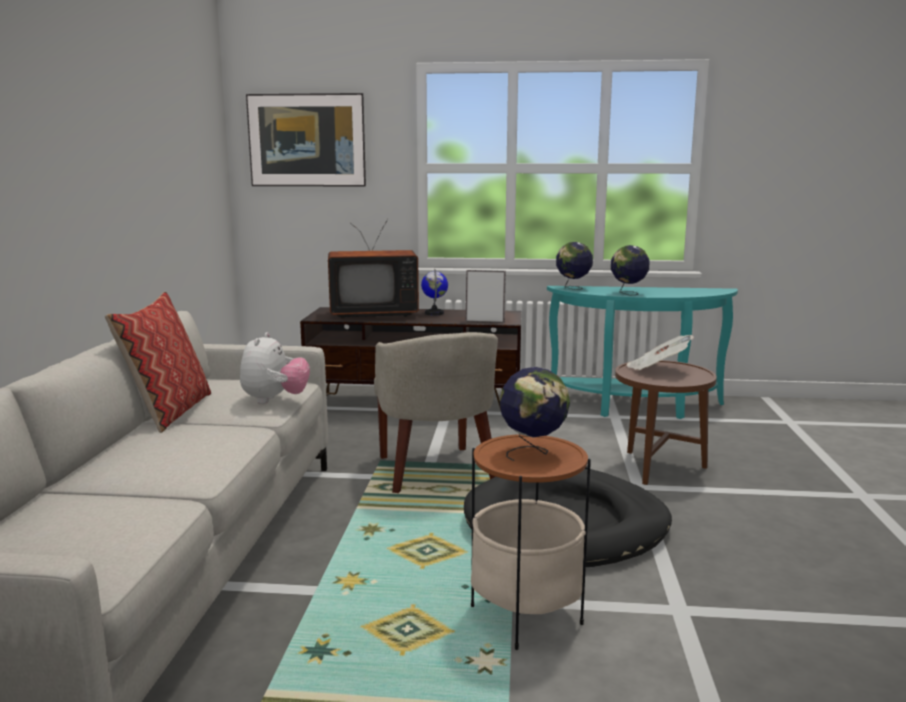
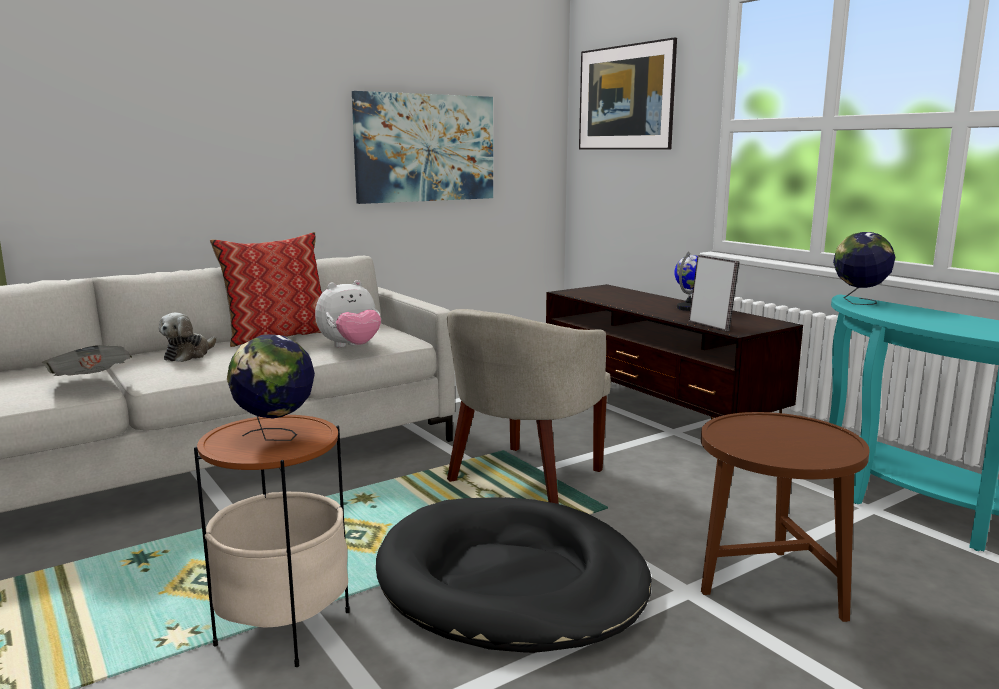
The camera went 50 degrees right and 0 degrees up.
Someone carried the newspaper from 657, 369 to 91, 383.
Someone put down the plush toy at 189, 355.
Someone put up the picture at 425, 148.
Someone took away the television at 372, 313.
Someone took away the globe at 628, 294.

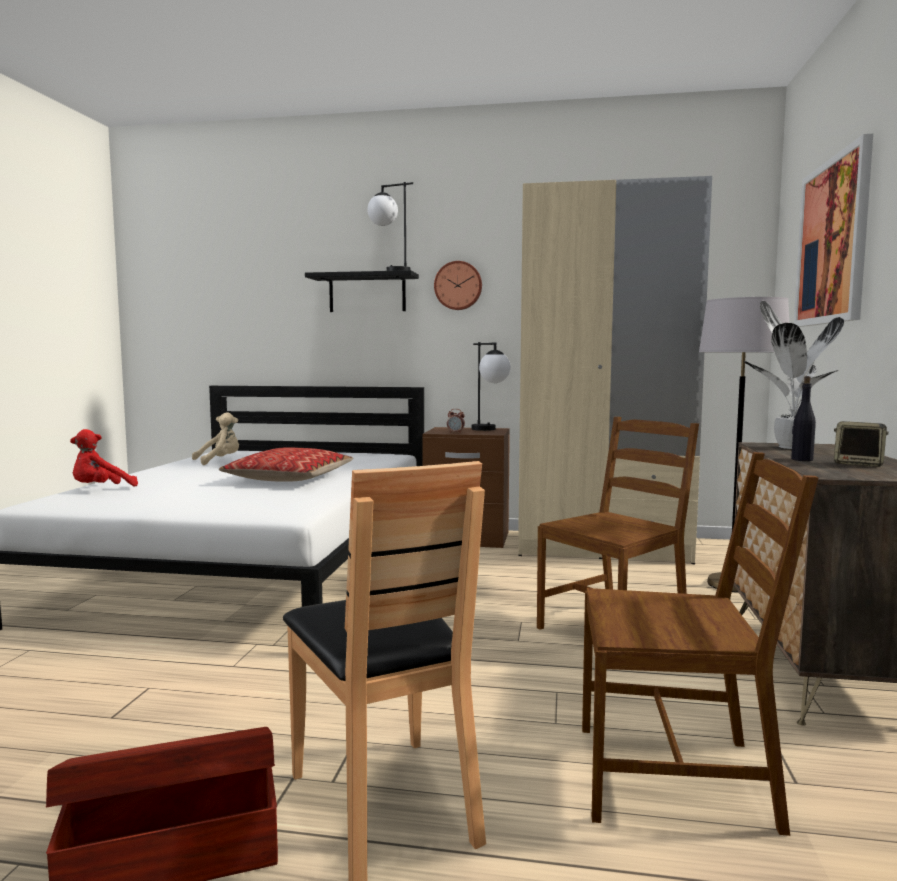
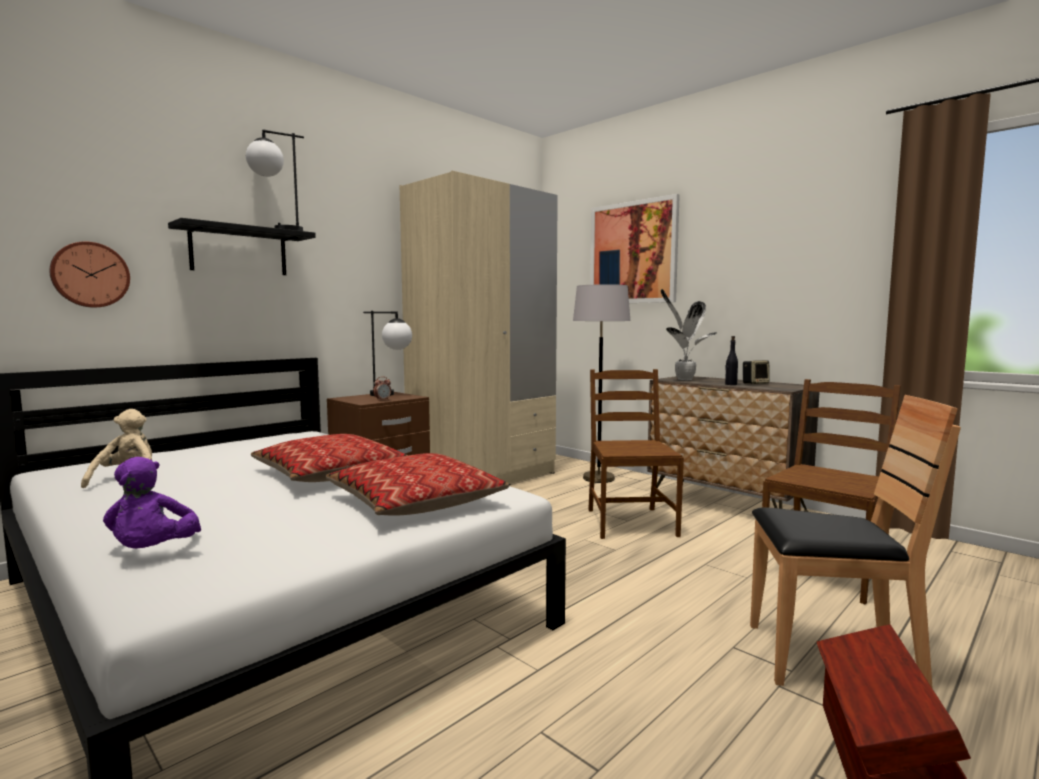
The camera went 55 degrees left and 0 degrees up.
Someone carried the wall clock from 458, 285 to 90, 275.
Someone repainted the red plush toy at 100, 490, which became the purple plush toy at 153, 553.
Someone put down the pillow at 416, 501.

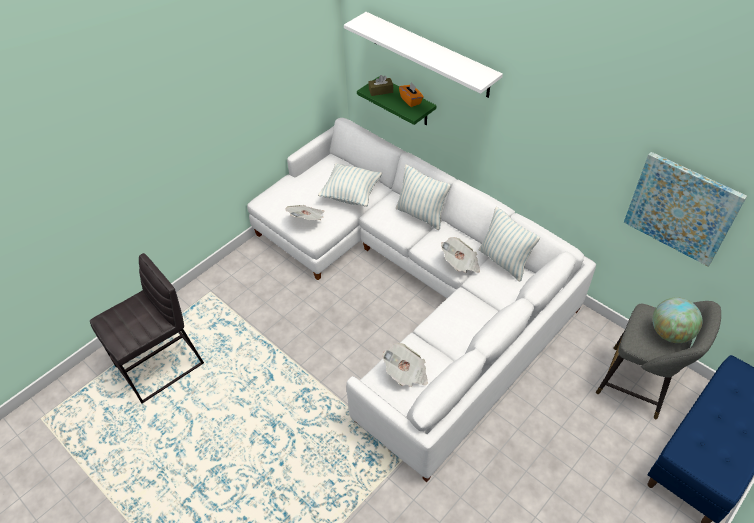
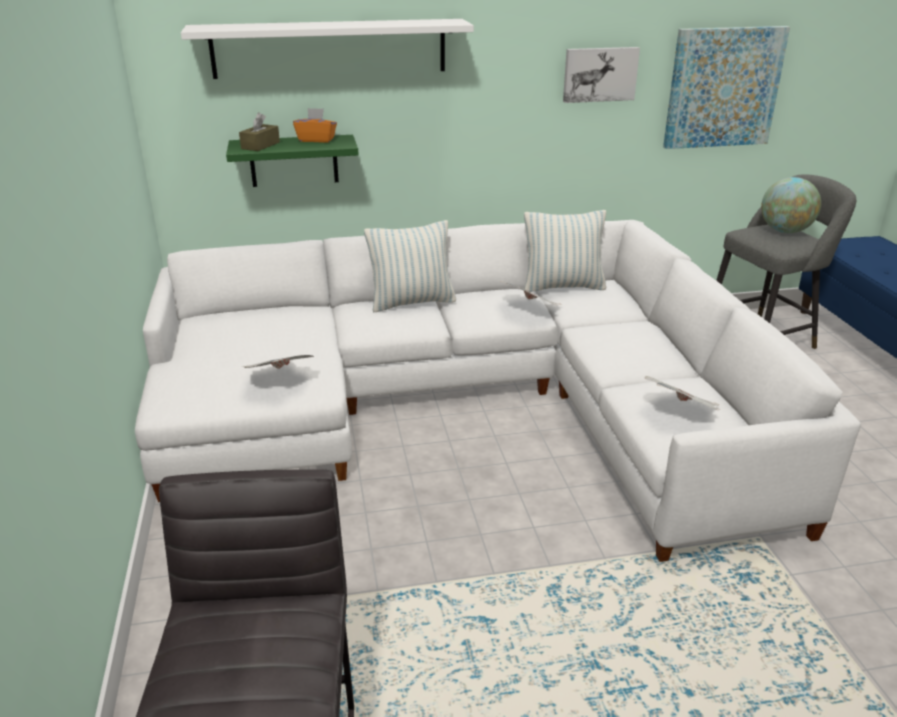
The camera went 55 degrees left and 20 degrees down.
Someone put up the picture at 599, 74.
Someone took away the pillow at 351, 194.

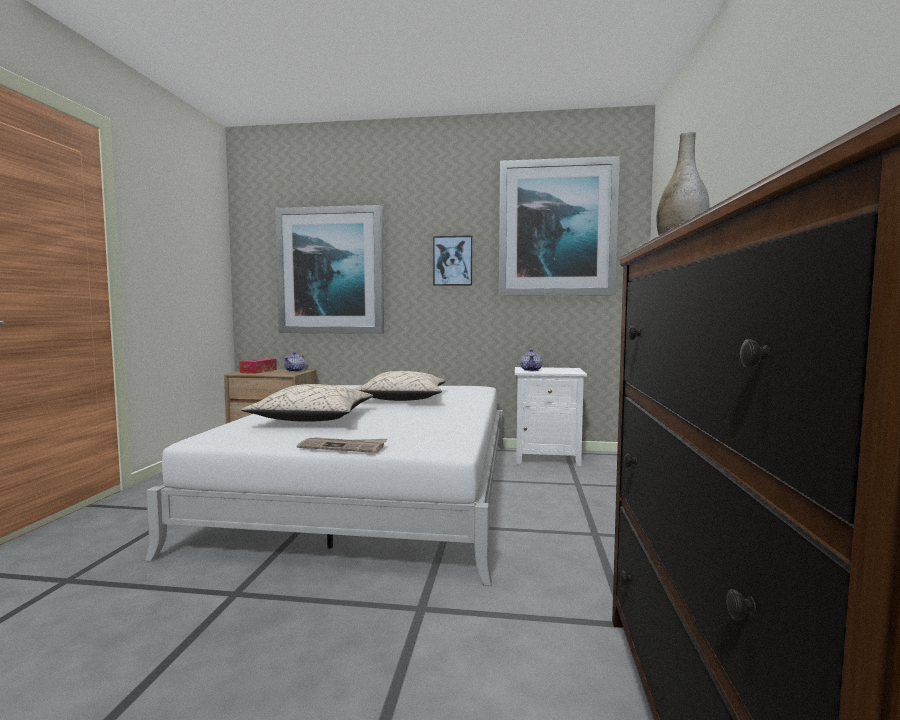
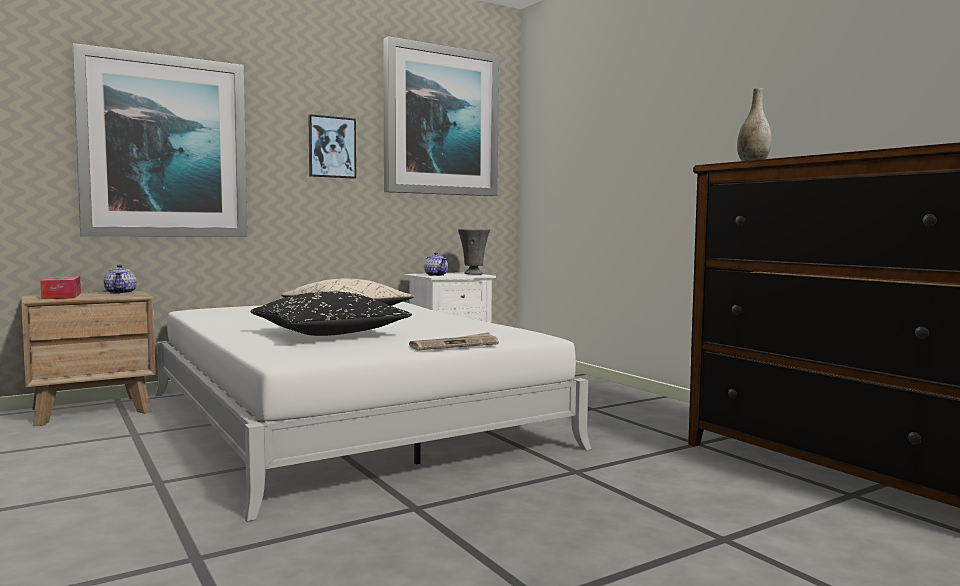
The camera went 40 degrees left and 0 degrees up.
Someone repainted the beige pillow at 313, 419, which became the black pillow at 329, 333.
Someone put down the grey vase at 473, 274.

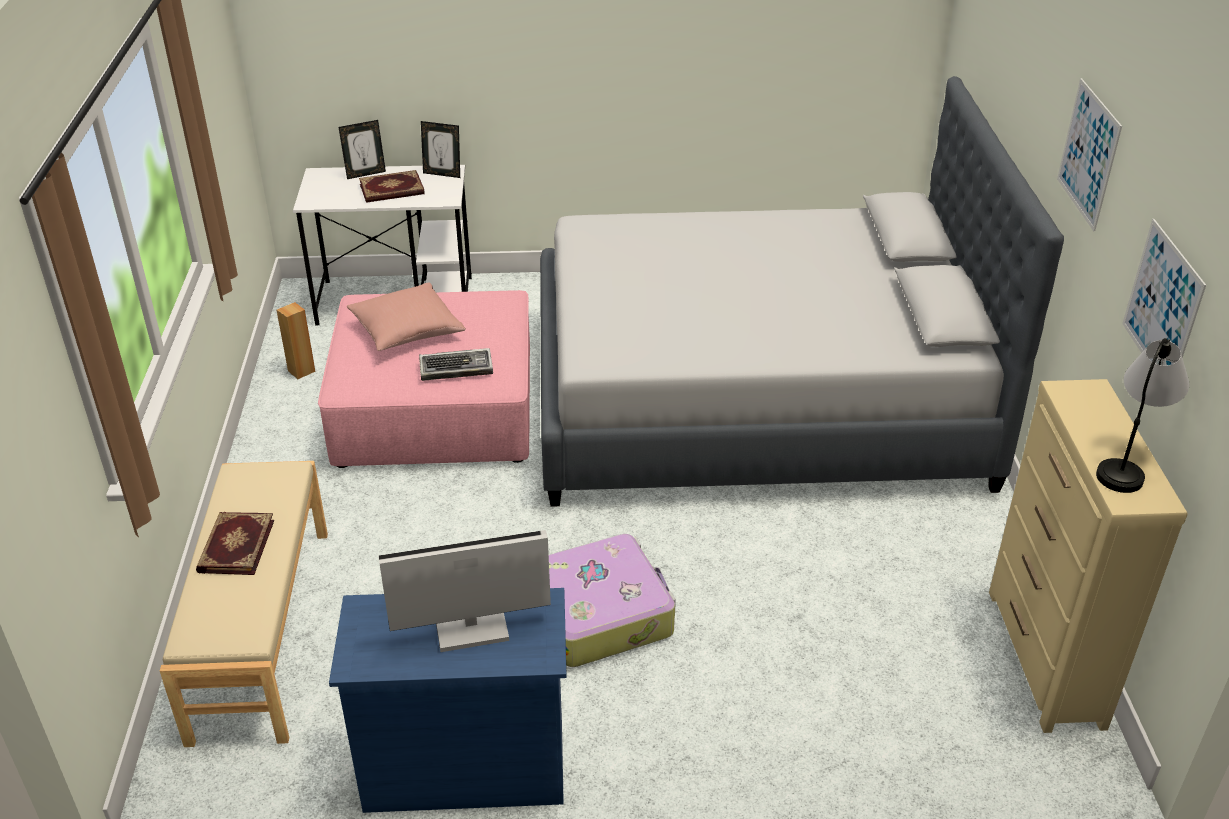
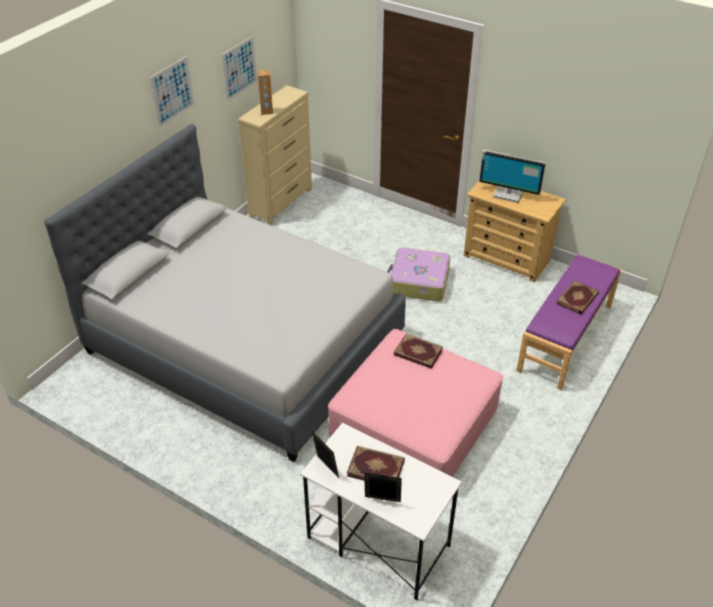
The camera went 145 degrees left and 5 degrees up.
Someone carried the brown speaker from 301, 371 to 267, 111.
Someone swapped the keyboard at 457, 368 for the book at 417, 353.
Someone repainted the blue dresser at 464, 765, which became the beige dresser at 507, 258.
Someone repainted the beige bench at 260, 631, which became the purple bench at 566, 338.
Someone took away the pink pillow at 406, 331.
Someone took away the table lamp at 1129, 461.

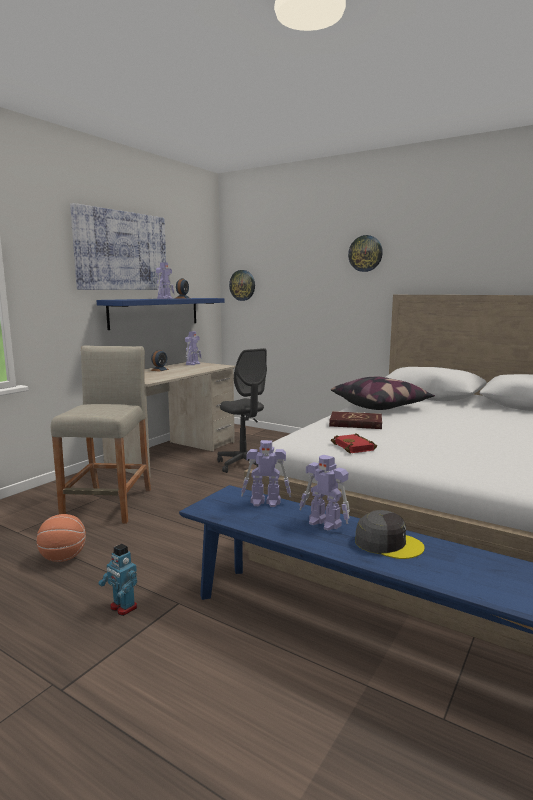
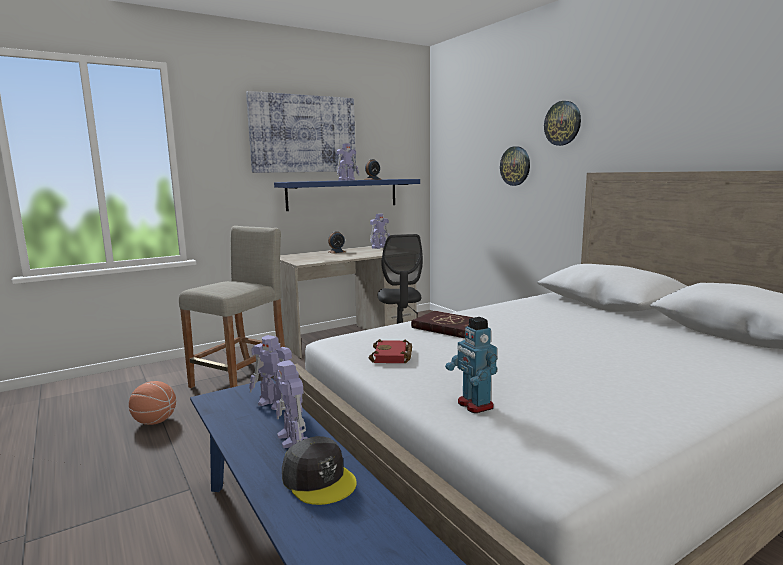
The camera went 25 degrees right and 0 degrees up.
Someone carried the toy robot from 123, 607 to 474, 405.
Someone carried the wall clock from 242, 285 to 515, 166.
Someone took away the pillow at 381, 406.

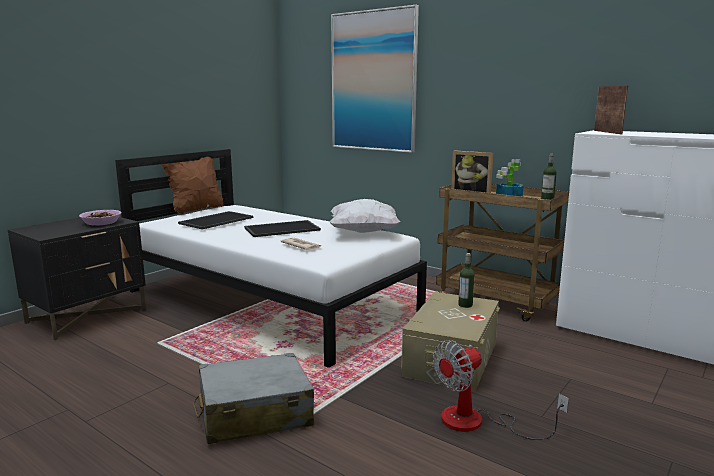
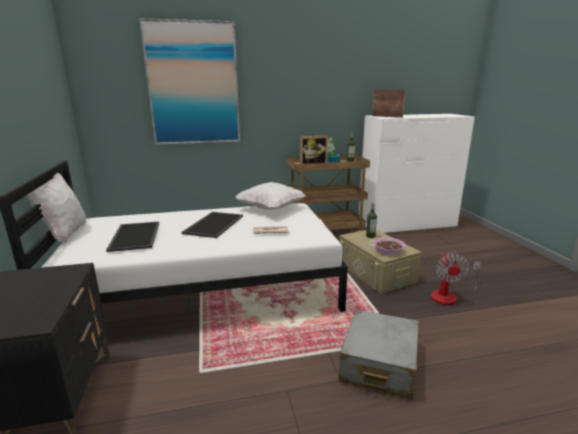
The camera went 50 degrees left and 5 degrees up.
Someone repainted the brown pillow at 196, 209, which became the white pillow at 64, 234.
Someone carried the bowl from 101, 223 to 388, 250.

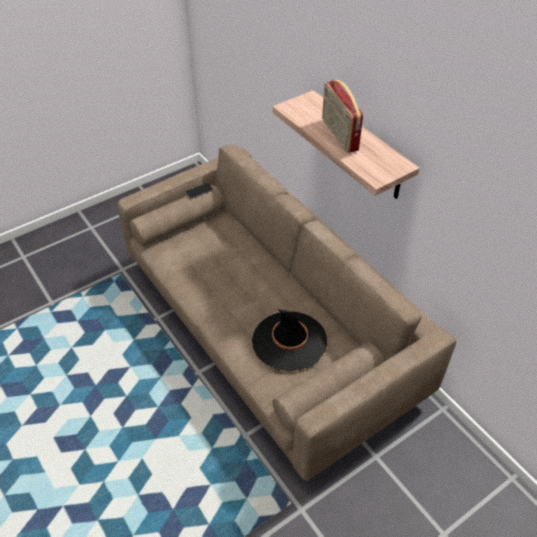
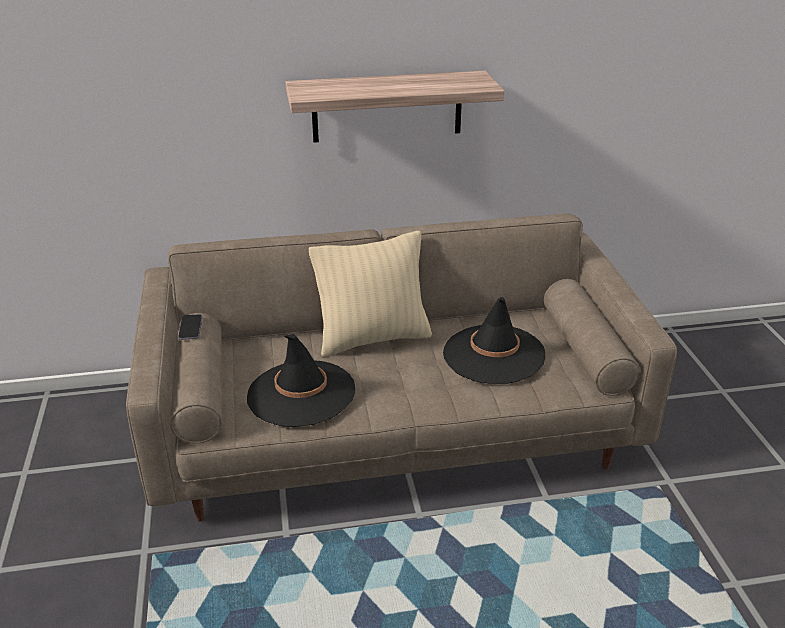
The camera went 65 degrees left and 15 degrees down.
Someone put down the black hat at 301, 393.
Someone put down the beige pillow at 373, 338.
Someone took away the radio at 338, 135.

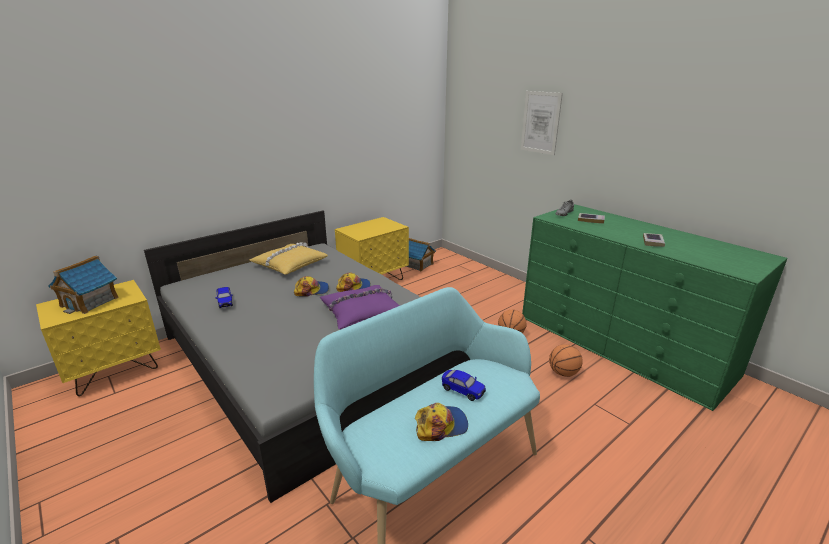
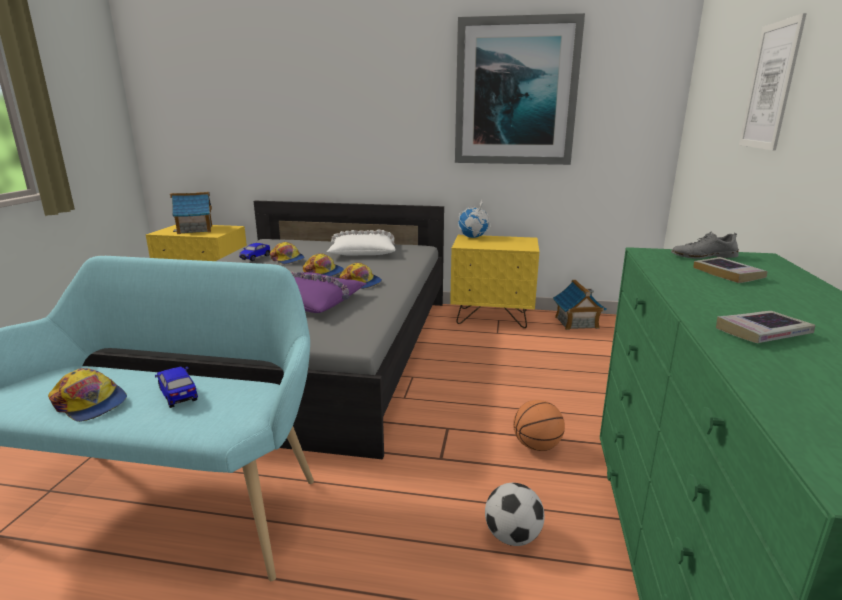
The camera went 50 degrees right and 5 degrees down.
Someone rotated the toy car at 463, 391 by 150 degrees clockwise.
Someone put down the cap at 287, 259.
Someone repainted the yellow pillow at 289, 264, which became the white pillow at 362, 251.
Someone put up the picture at 515, 93.
Someone put down the globe at 473, 237.
Someone swapped the basketball at 563, 373 for the football at 512, 536.

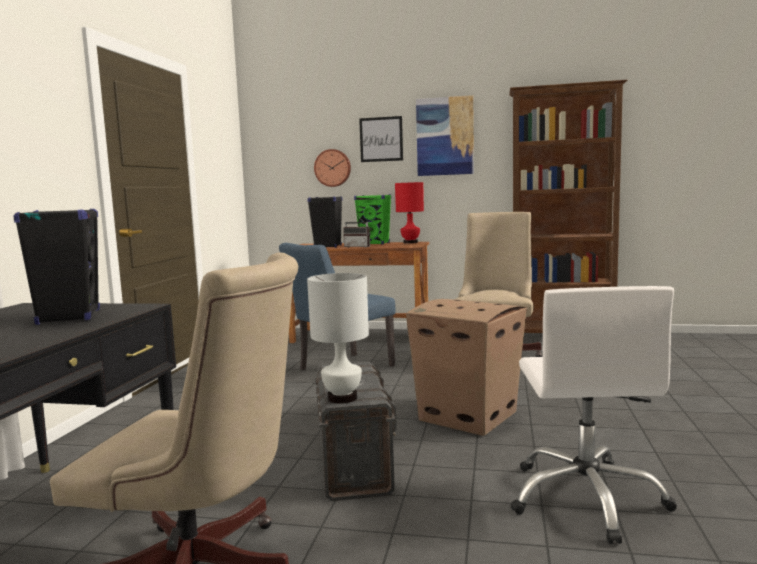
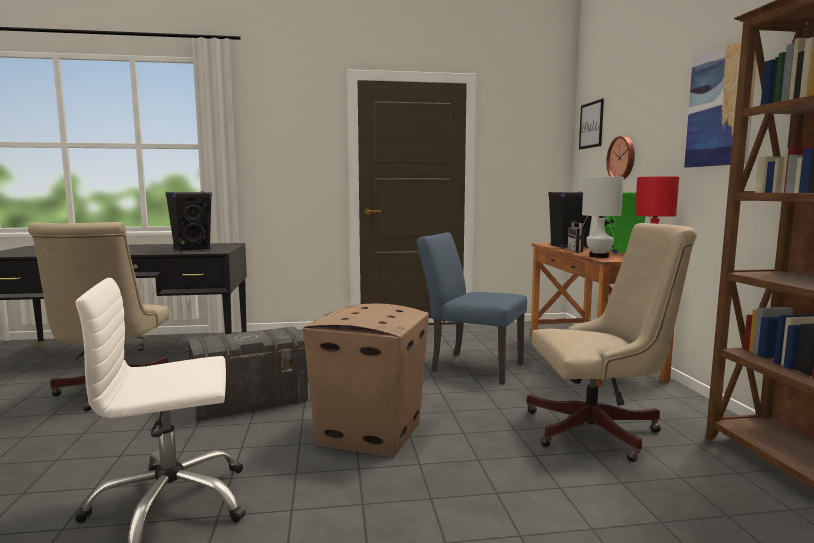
The camera went 70 degrees right and 0 degrees up.
Someone carried the picture from 381, 139 to 591, 125.
Someone carried the white table lamp from 341, 398 to 598, 256.

